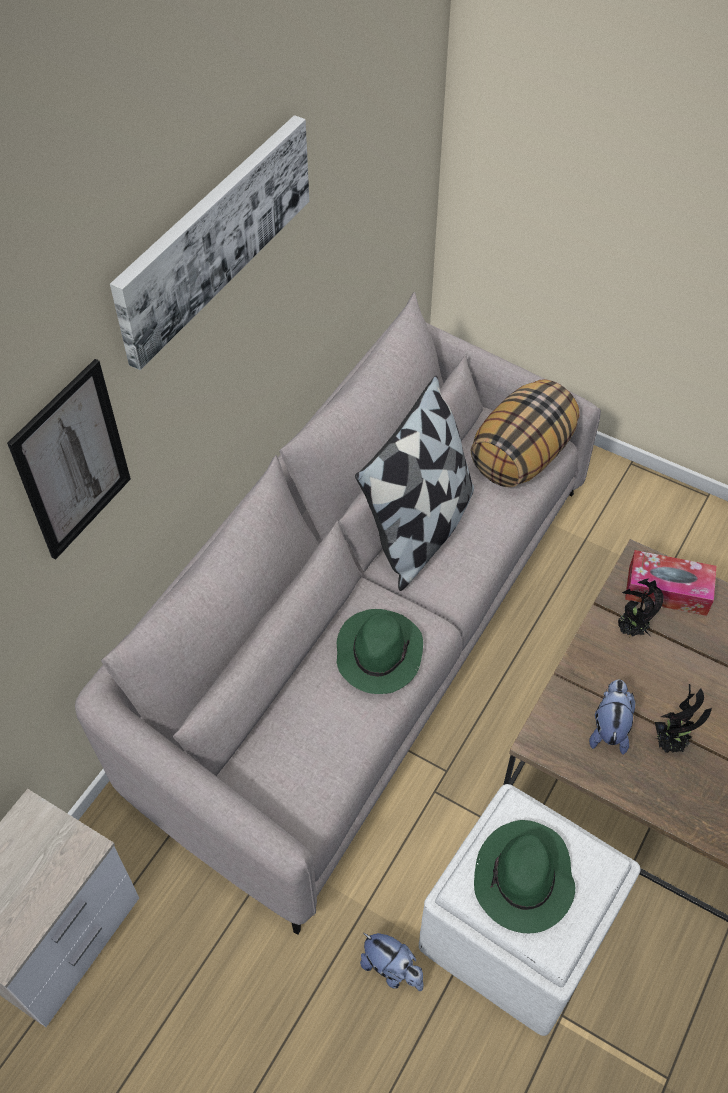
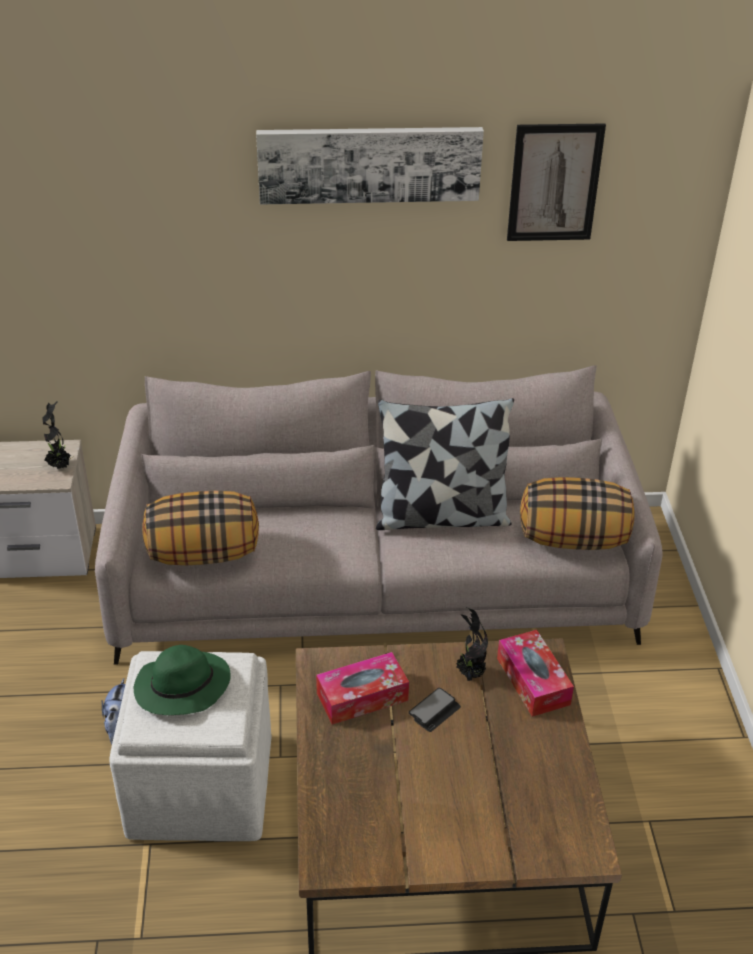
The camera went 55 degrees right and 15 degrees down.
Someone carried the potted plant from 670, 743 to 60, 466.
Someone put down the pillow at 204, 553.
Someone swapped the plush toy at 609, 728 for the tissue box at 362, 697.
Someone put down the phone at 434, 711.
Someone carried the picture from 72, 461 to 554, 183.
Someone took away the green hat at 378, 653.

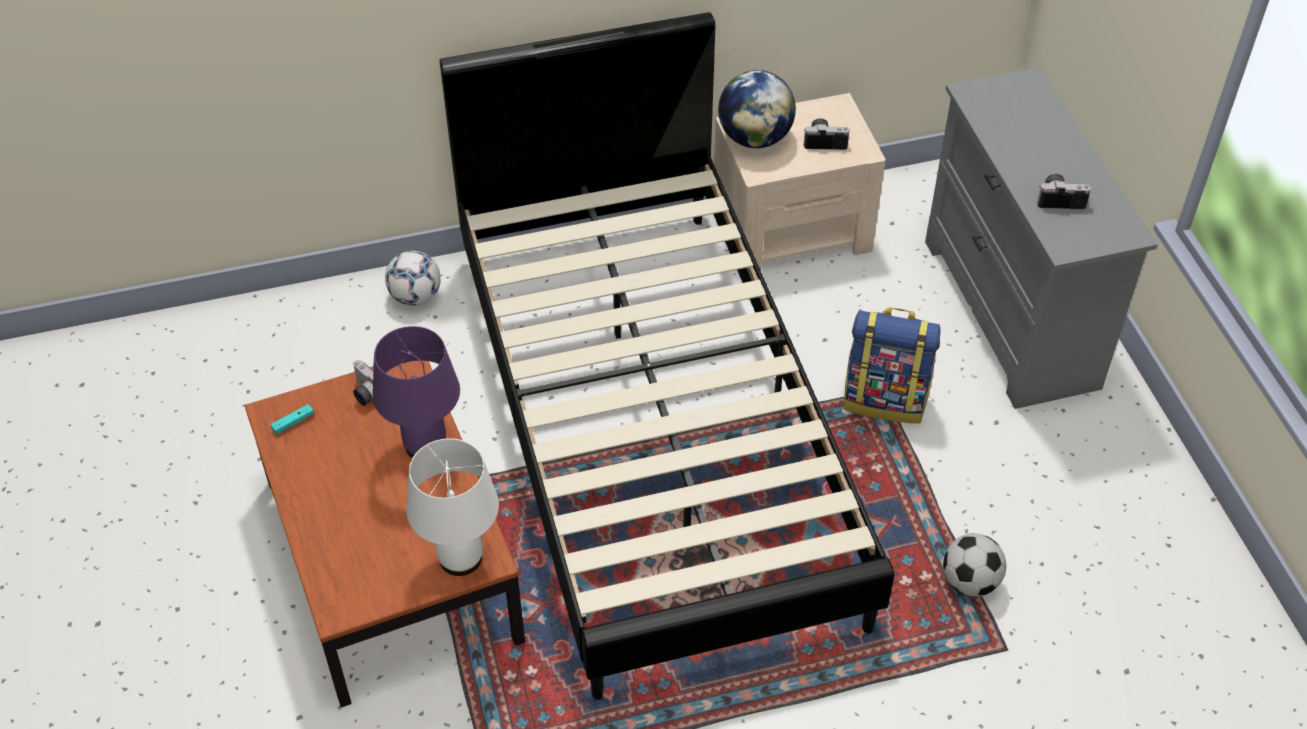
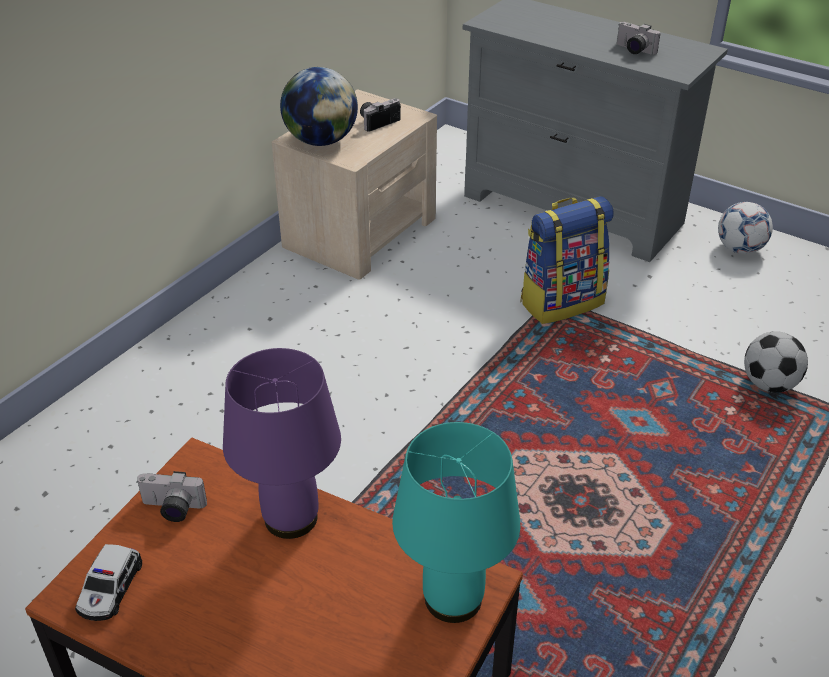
The camera went 40 degrees left and 10 degrees down.
Someone swapped the turquoise game controller at 293, 422 for the toy car at 110, 589.
Someone repainted the white table lamp at 460, 559, which became the turquoise table lamp at 454, 600.
Someone rotated the photo camera at 1060, 199 by 105 degrees counterclockwise.
Someone carried the football from 415, 297 to 739, 249.
Someone took away the black bed at 653, 427.

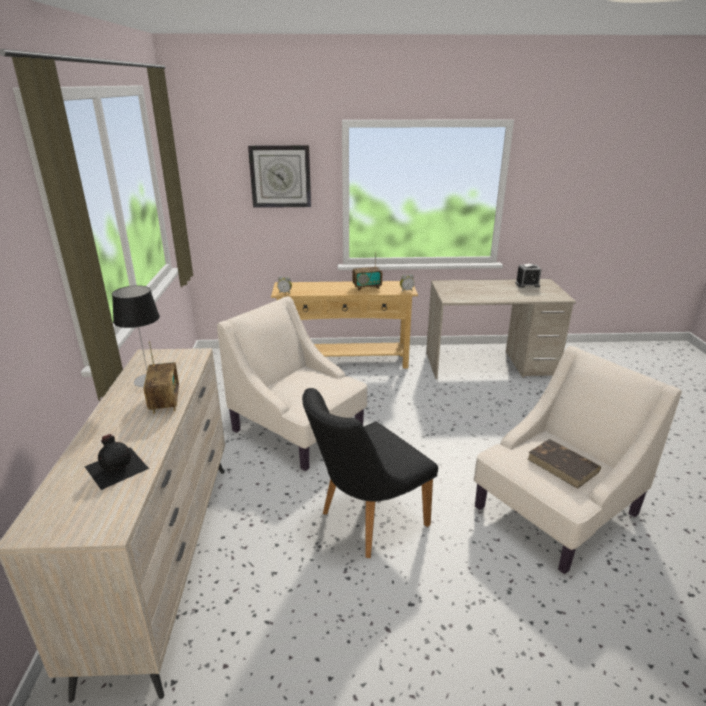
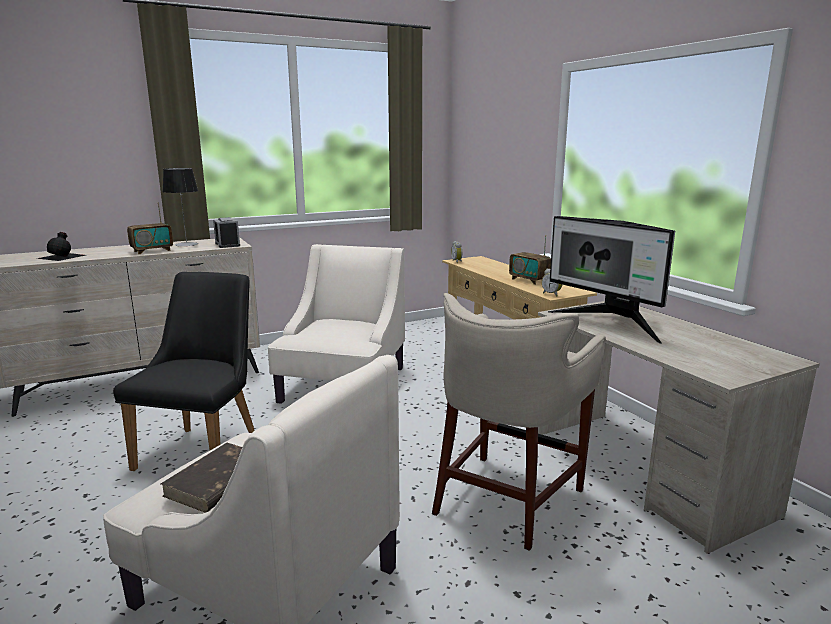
The camera went 65 degrees right and 10 degrees down.
Someone rotated the black chair at 365, 521 by 75 degrees clockwise.
Someone carried the alarm clock from 527, 284 to 227, 245.
Someone put down the beige stool at 508, 499.
Someone put down the monitor at 610, 323.
Someone took away the wall clock at 280, 176.

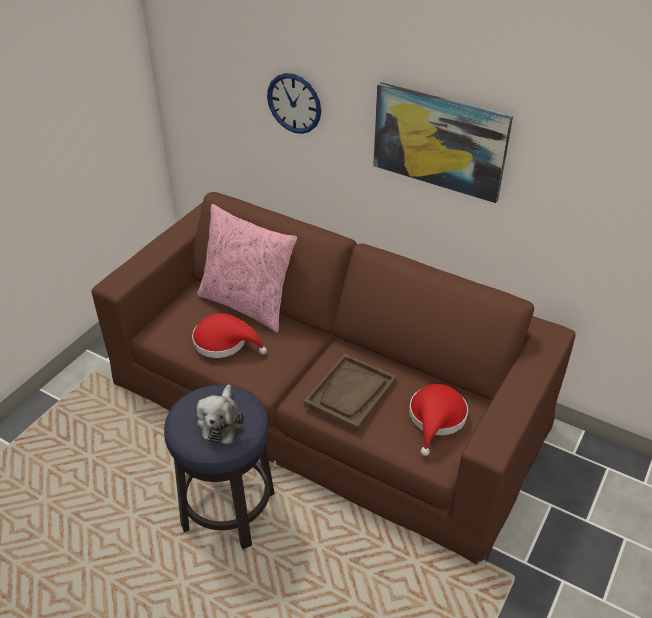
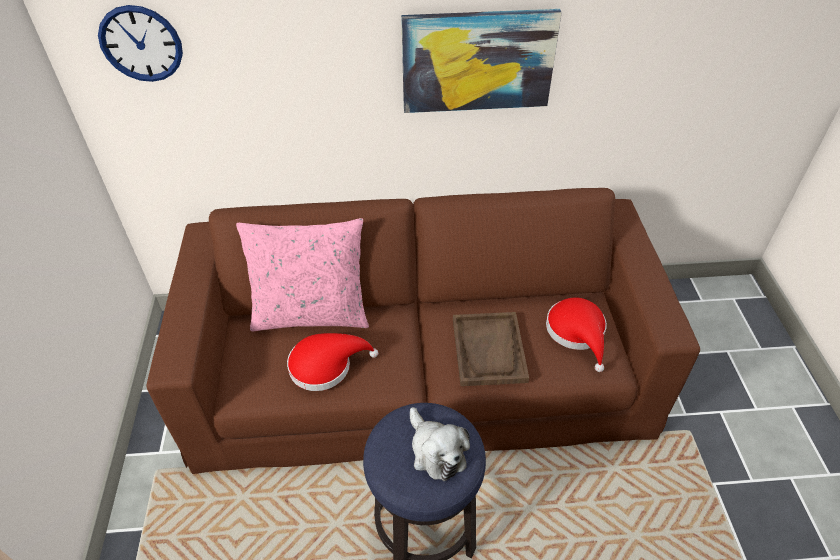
The camera went 35 degrees left and 5 degrees up.
Someone carried the wall clock from 294, 103 to 141, 44.

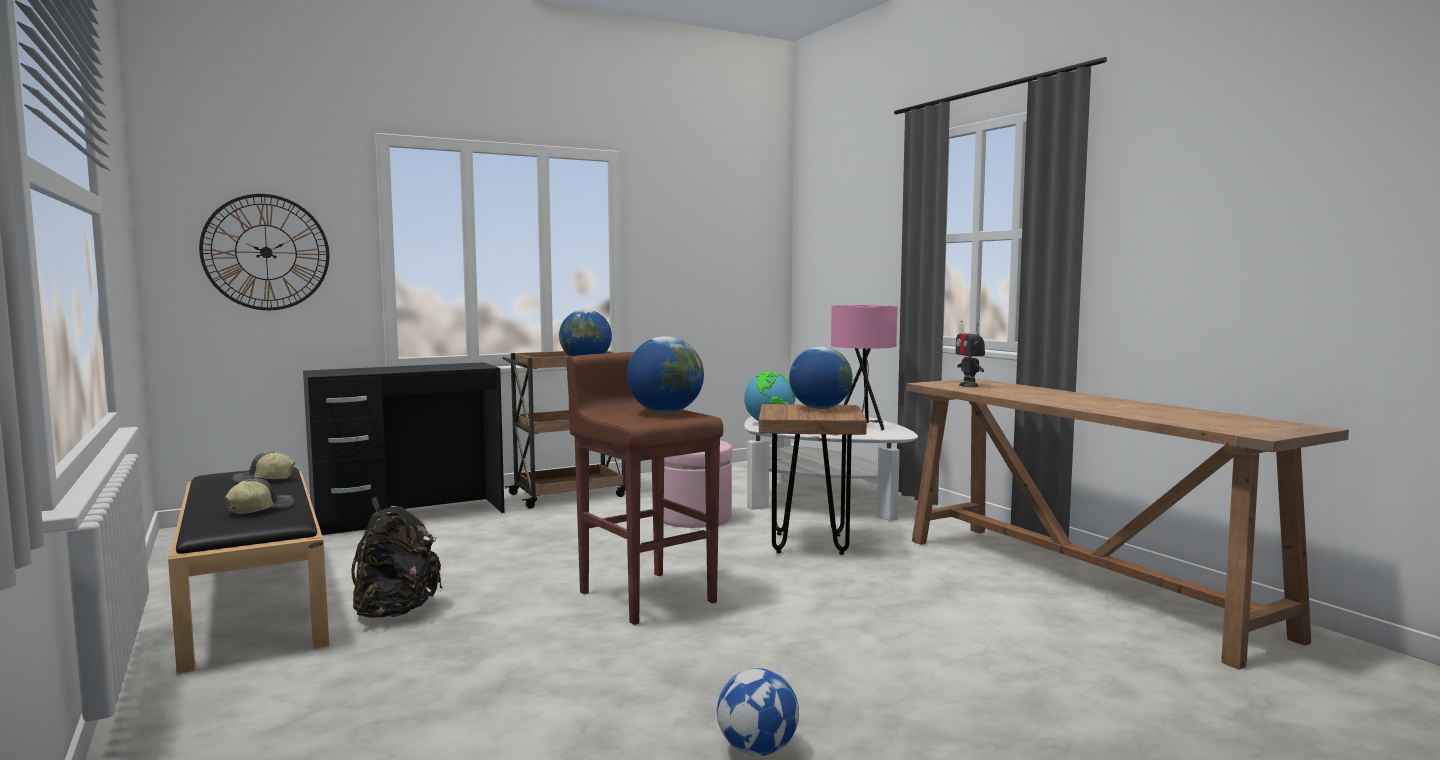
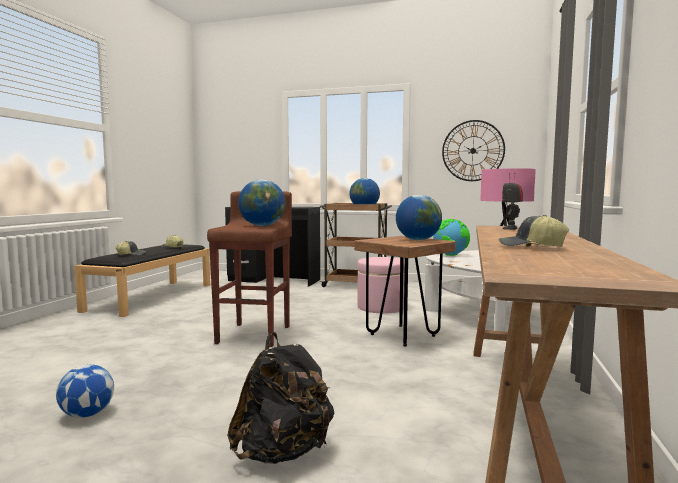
The camera went 45 degrees right and 0 degrees up.
Someone carried the black backpack from 395, 611 to 283, 452.
Someone carried the wall clock from 266, 252 to 473, 150.
Someone put down the cap at 531, 247.

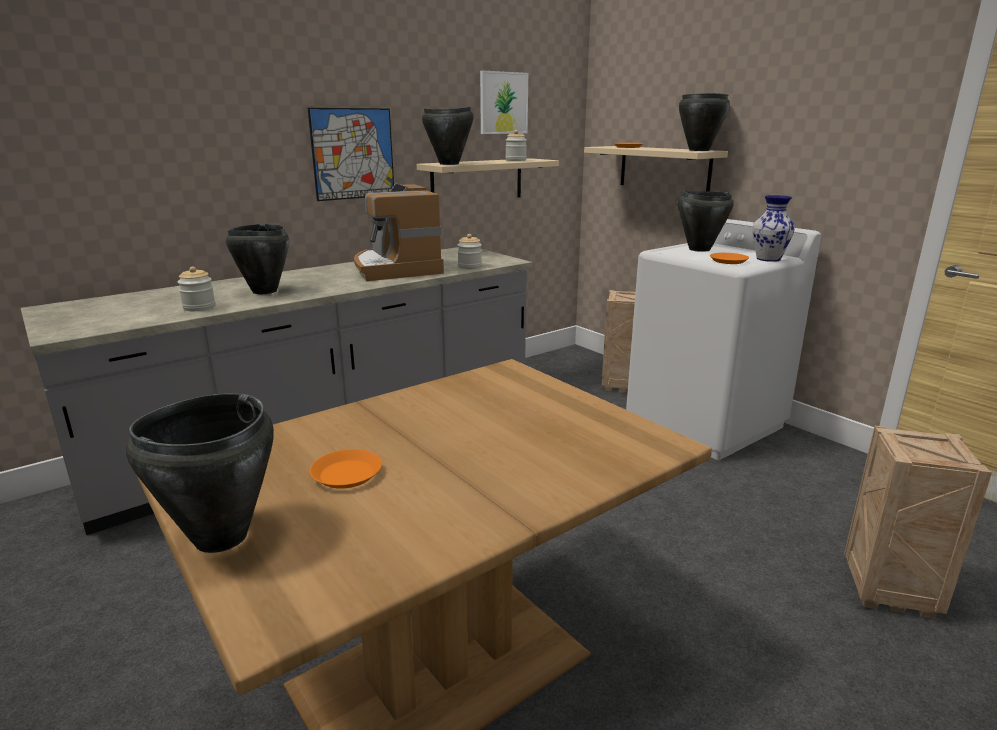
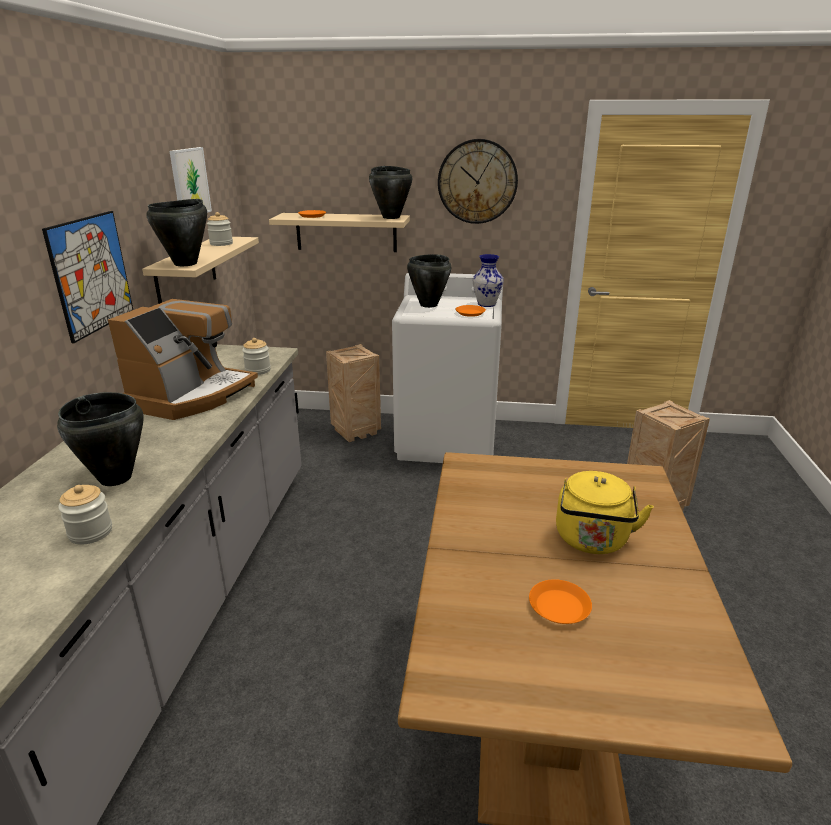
The camera went 45 degrees left and 5 degrees up.
Someone rotated the coffee machine at 396, 269 by 90 degrees counterclockwise.
Someone put up the wall clock at 477, 182.
Someone put down the yellow kettle at 592, 541.
Someone took away the black cooking pot at 219, 537.

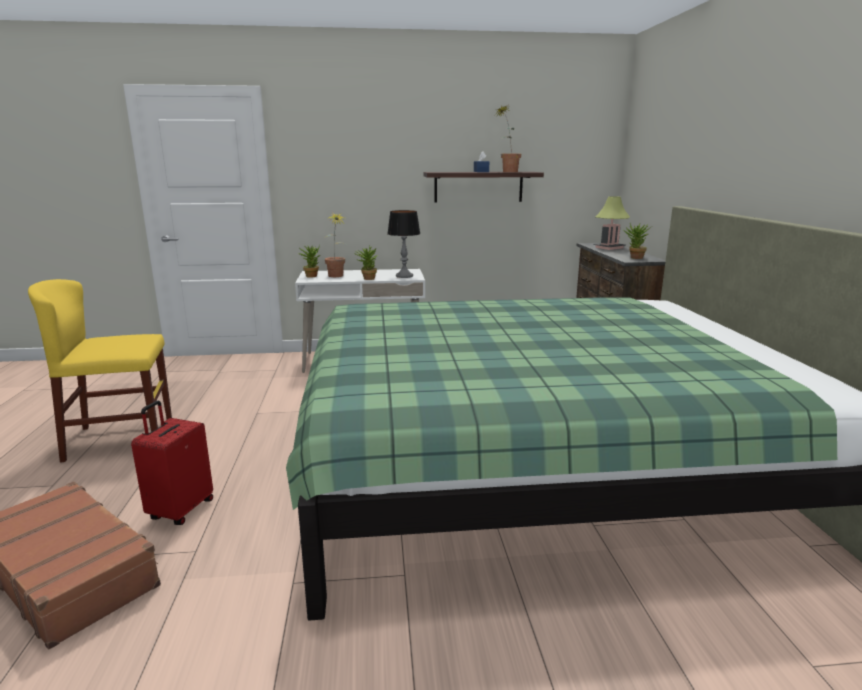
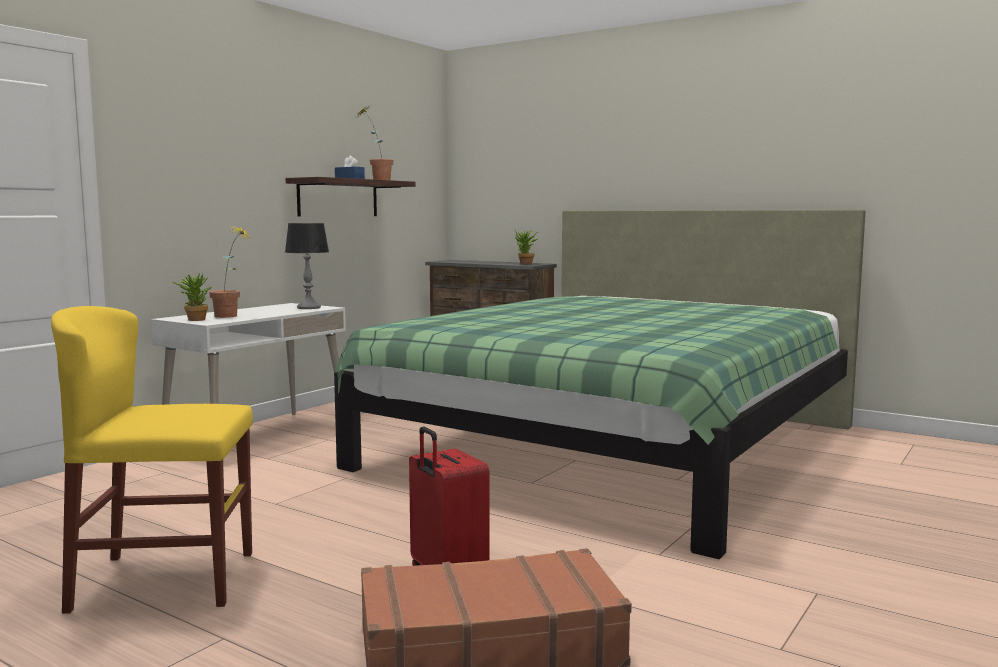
The camera went 50 degrees left and 10 degrees down.
Someone rotated the yellow chair at 121, 439 by 60 degrees clockwise.
Someone took away the potted plant at 367, 278.
Someone took away the table lamp at 609, 248.

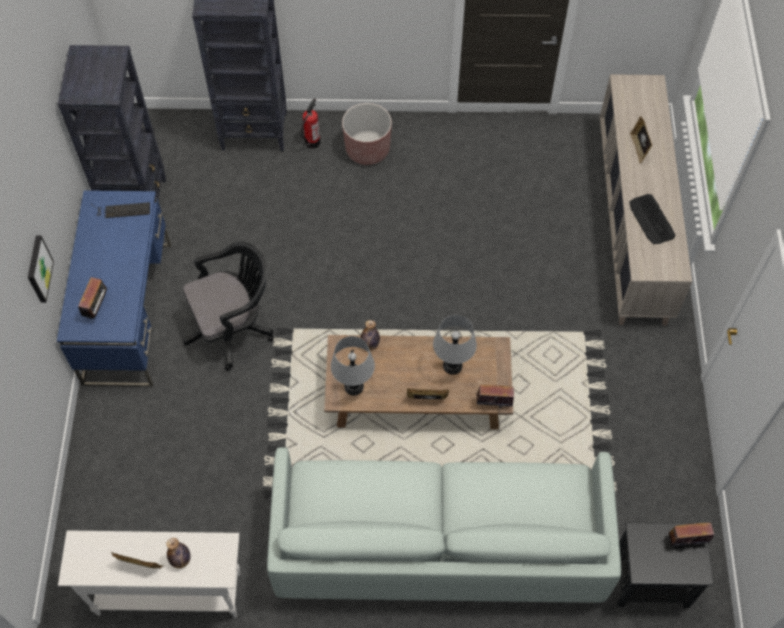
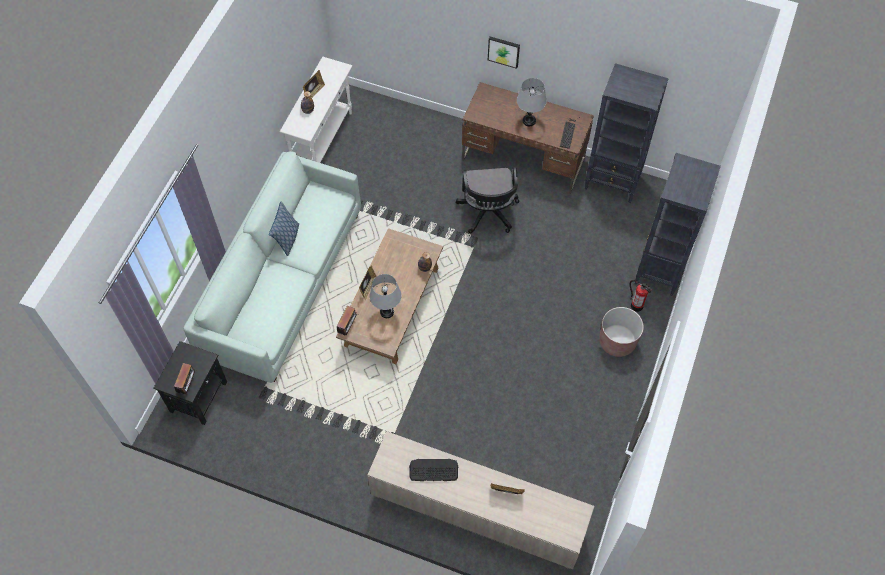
The camera went 110 degrees right and 0 degrees up.
Someone put down the pillow at 287, 239.
Someone repainted the blue desk at 128, 312, which became the brown desk at 524, 159.
Someone carried the grey table lamp from 354, 386 to 529, 121.
Someone took away the radio at 97, 307.

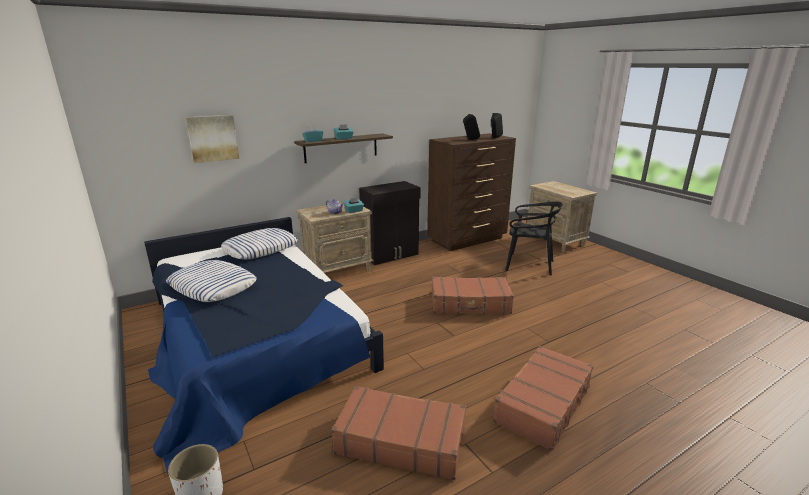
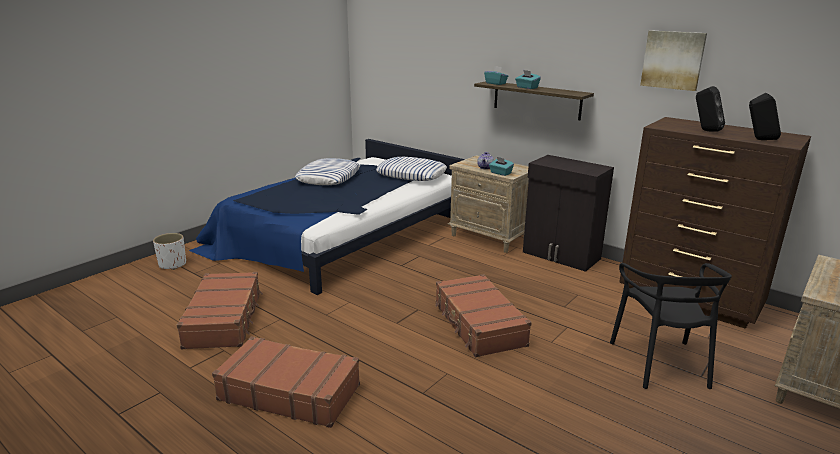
The camera went 70 degrees right and 0 degrees up.
Someone carried the picture from 213, 138 to 673, 60.

